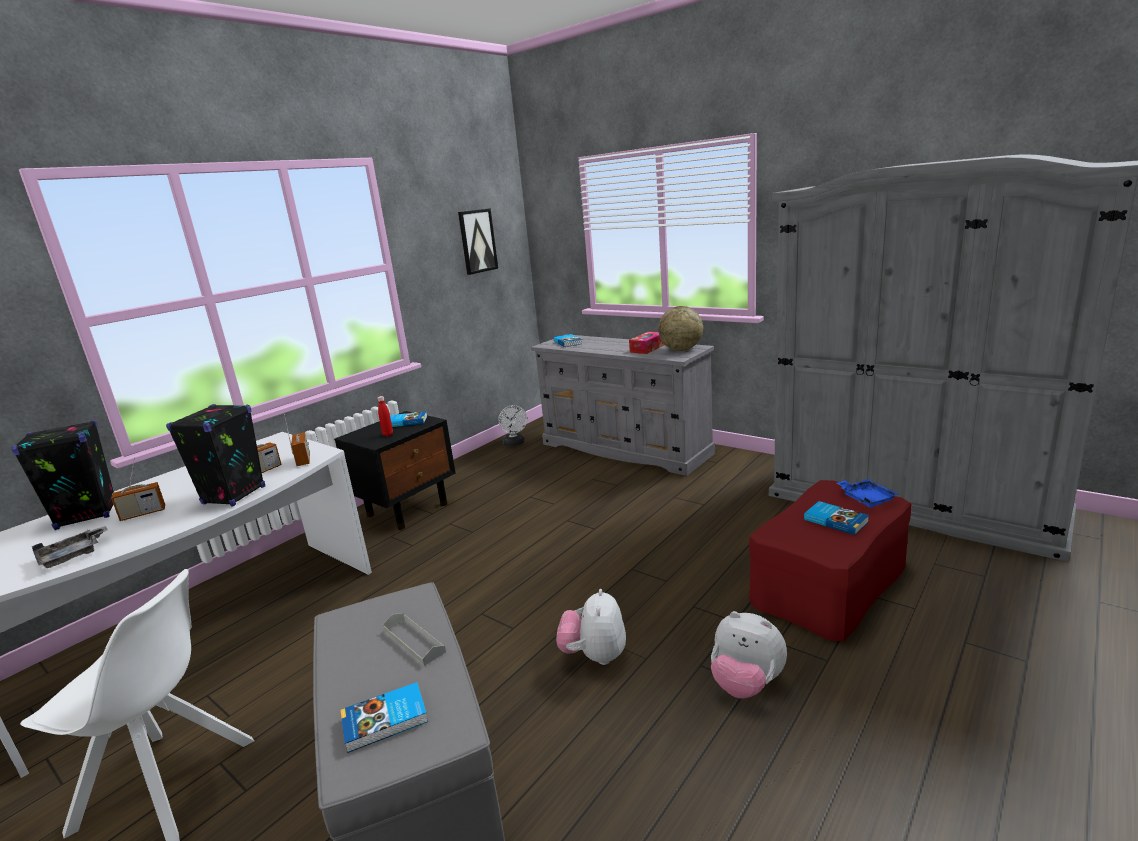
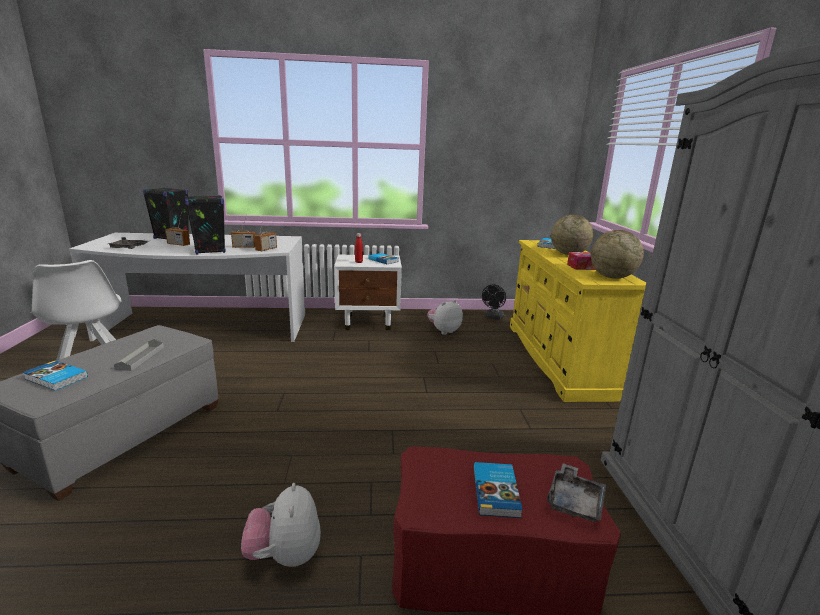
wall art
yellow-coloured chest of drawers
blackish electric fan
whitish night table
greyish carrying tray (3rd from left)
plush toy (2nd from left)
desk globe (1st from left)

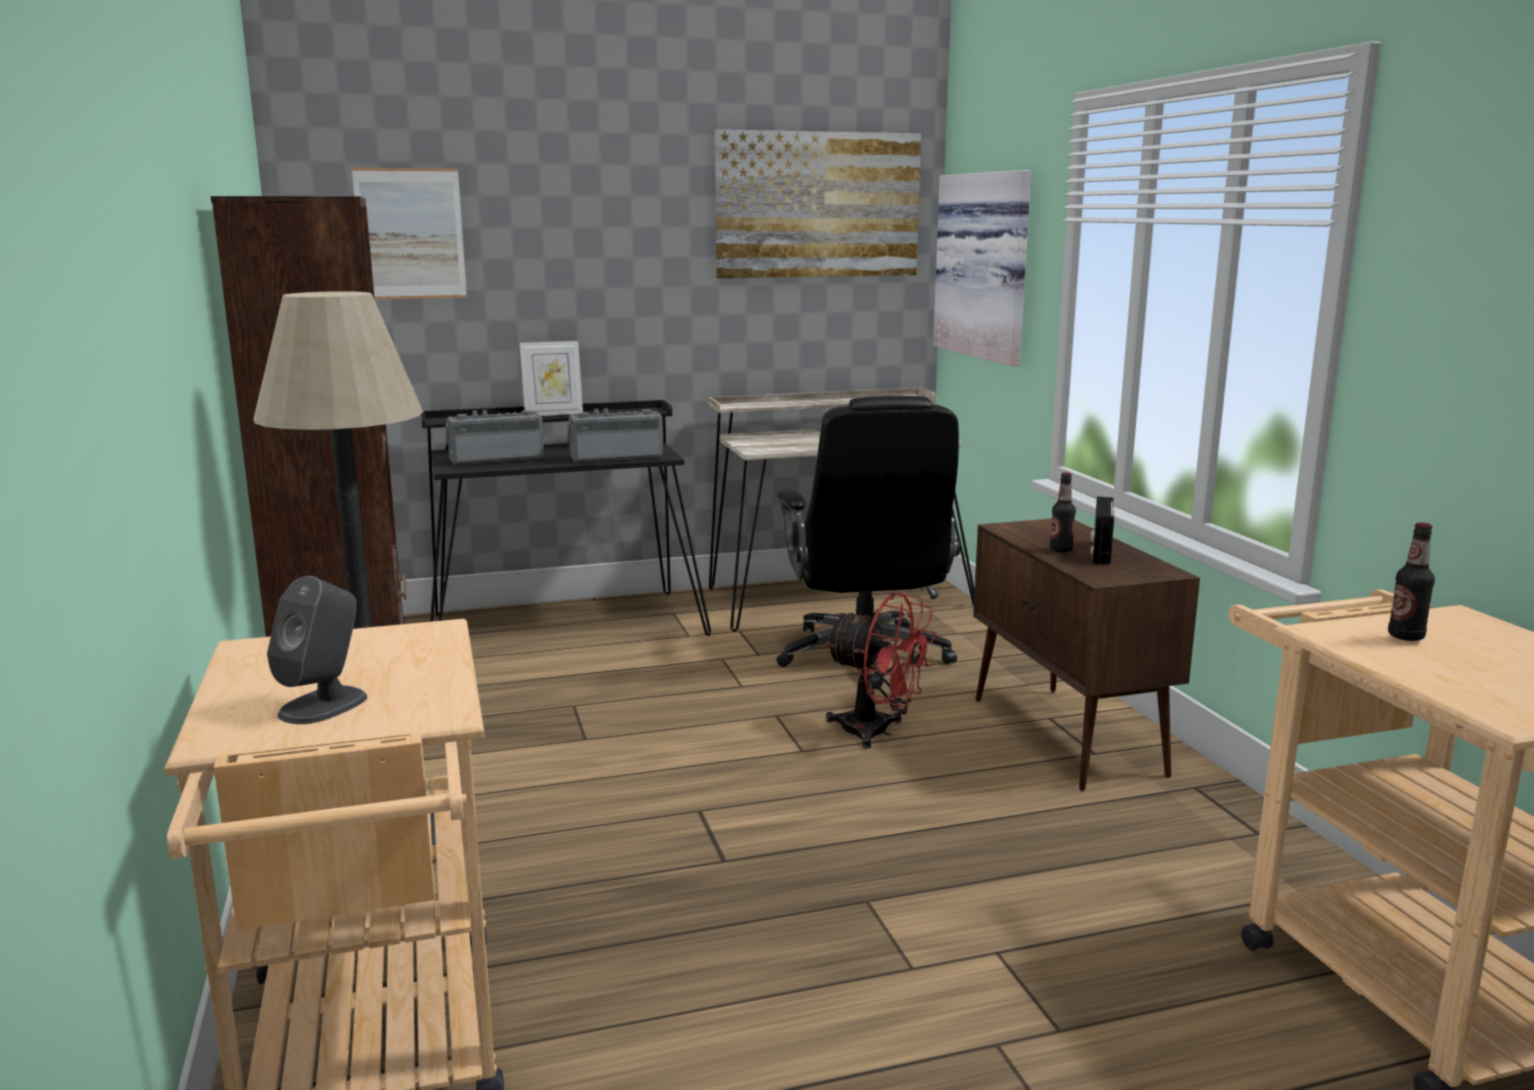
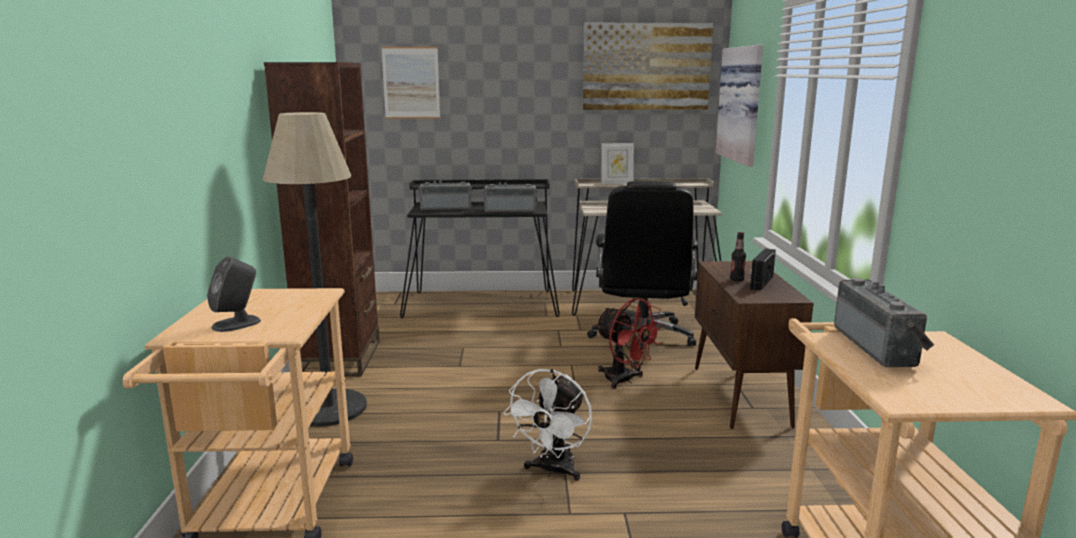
picture frame
radio receiver (4th from left)
whitish electric fan

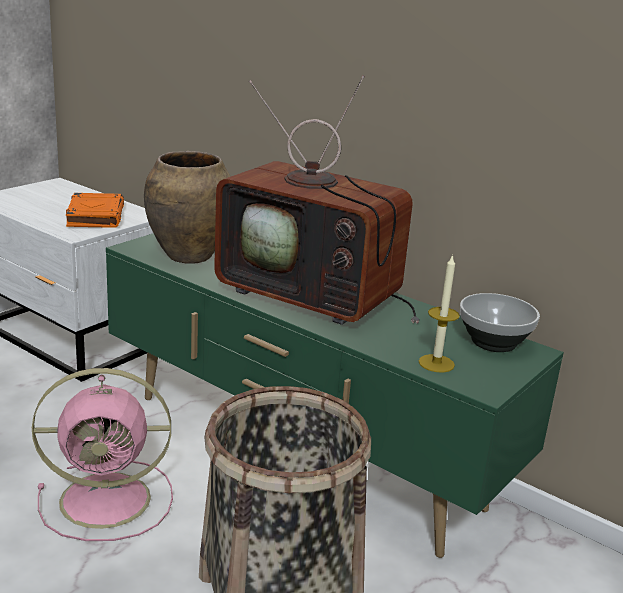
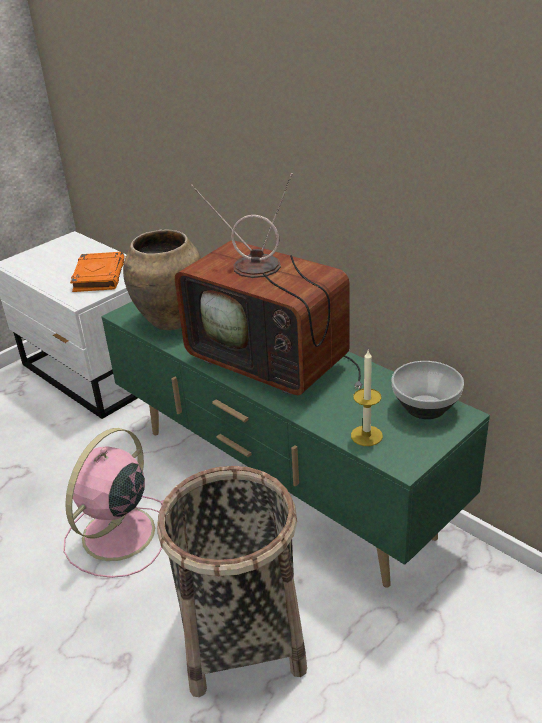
pink-coloured electric fan

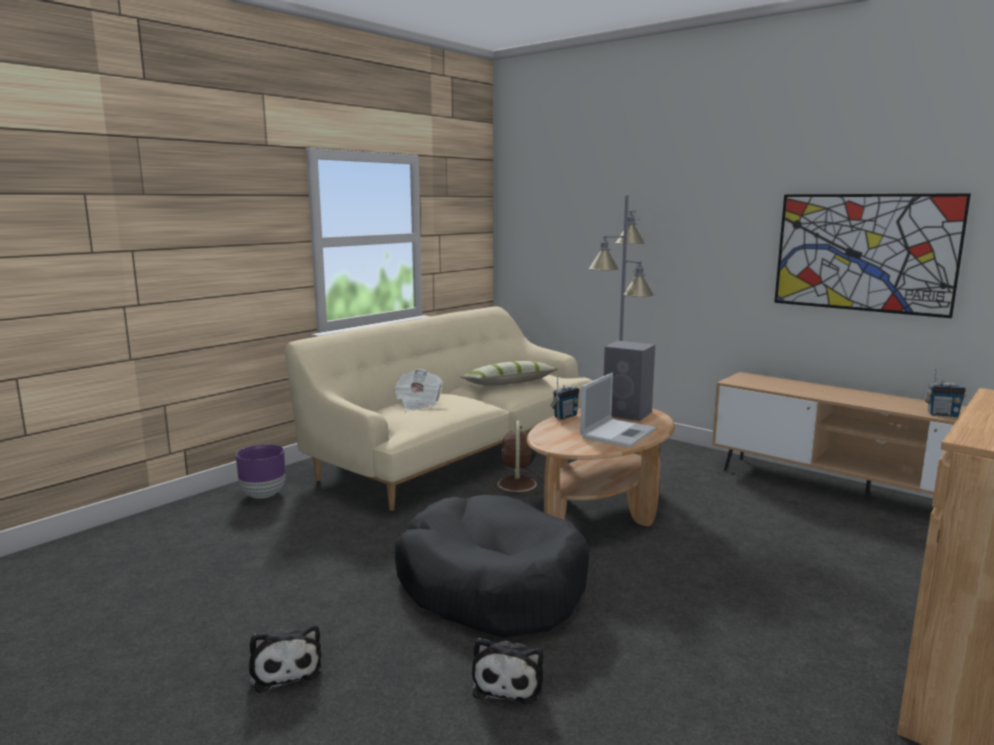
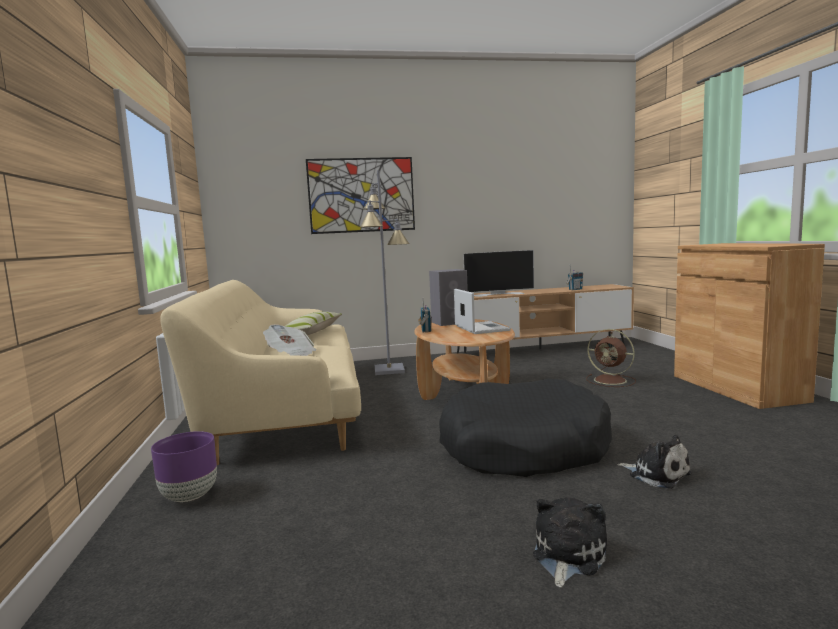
wall art
brown electric fan
plush toy (1st from left)
television

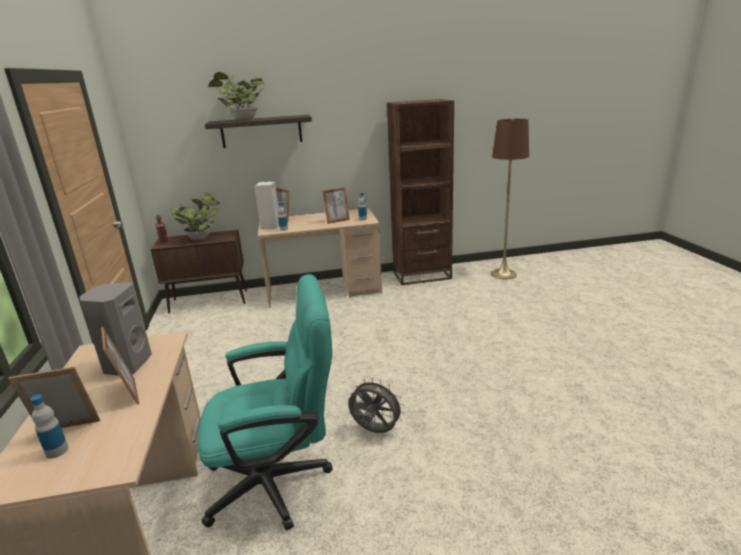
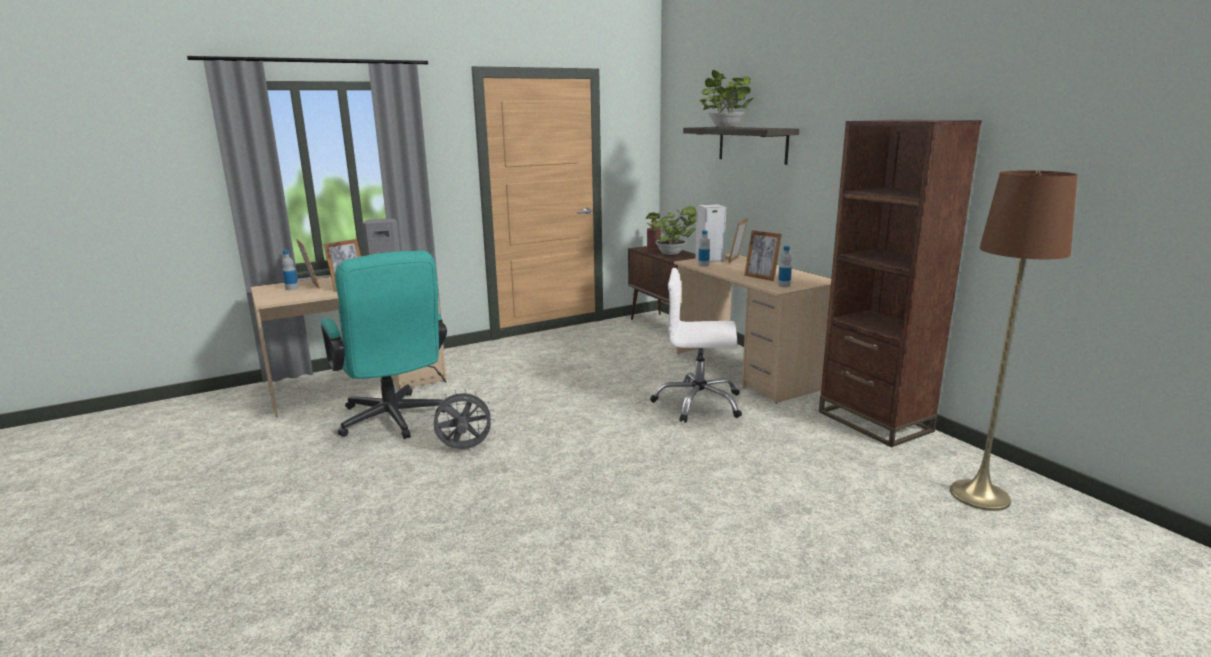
greyish electric fan
whitish office chair

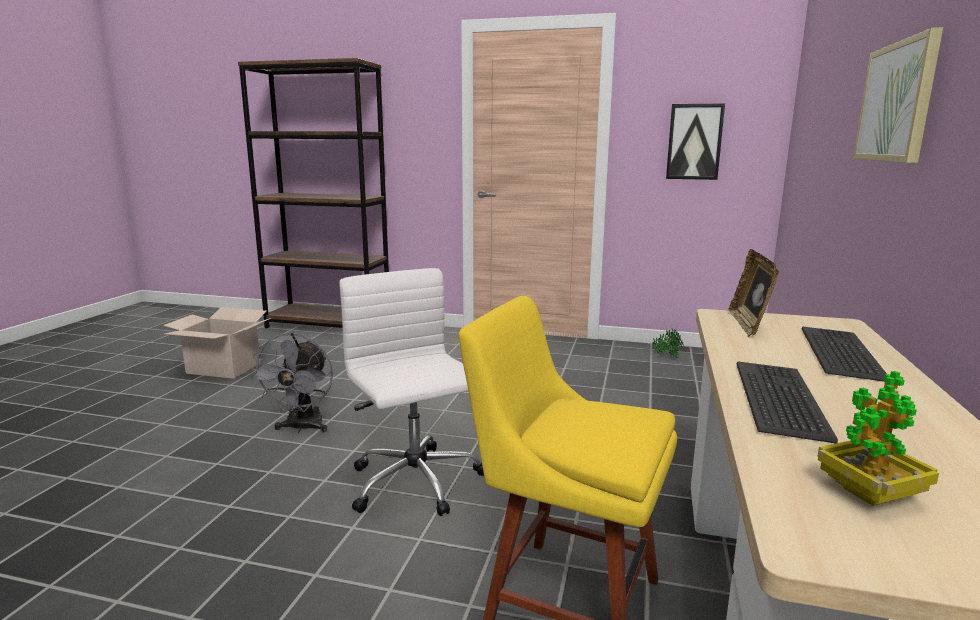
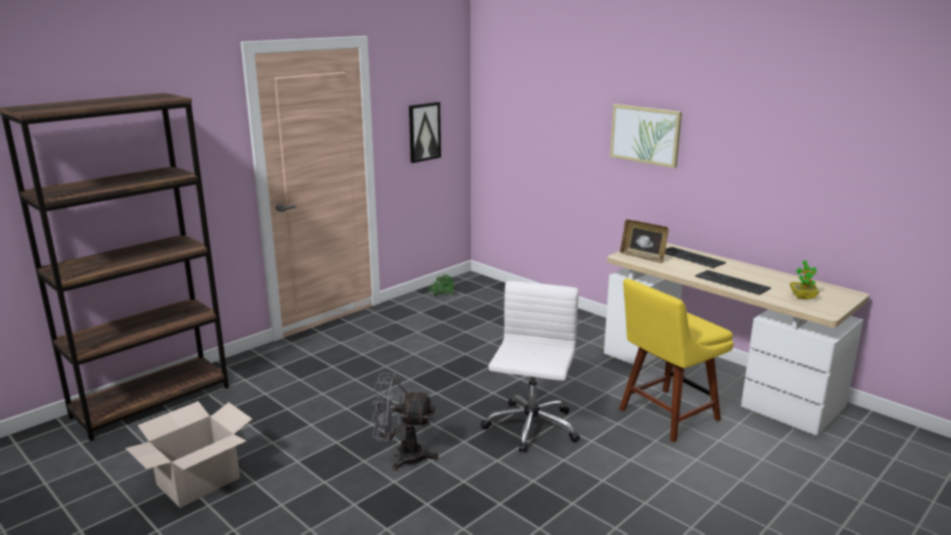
whitish office chair
greyish electric fan

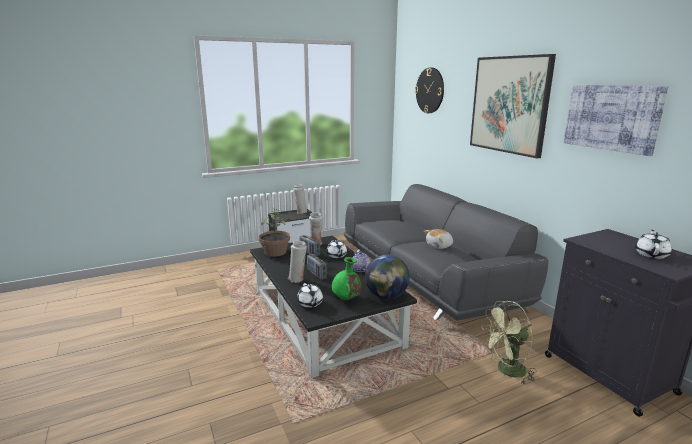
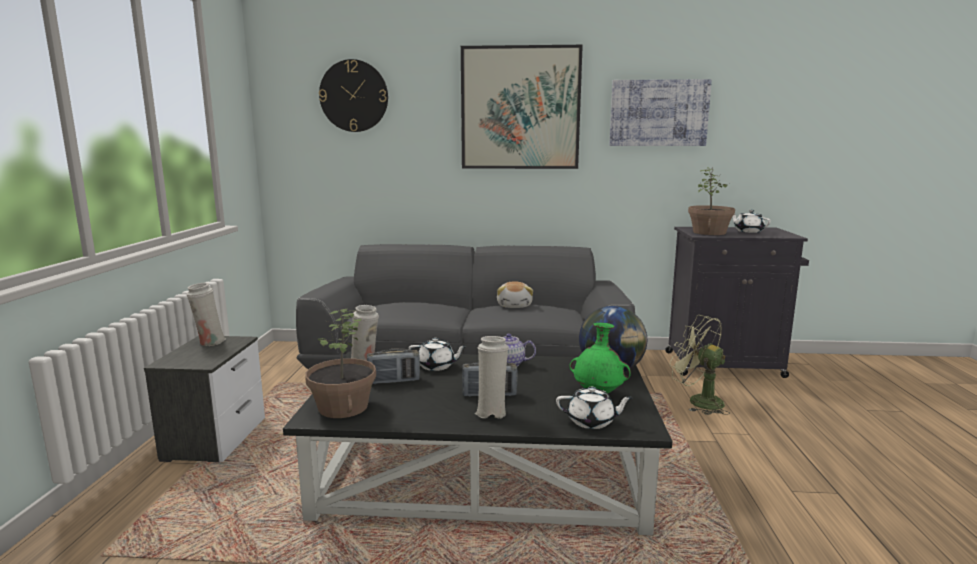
green-coloured electric fan
potted plant (2nd from left)

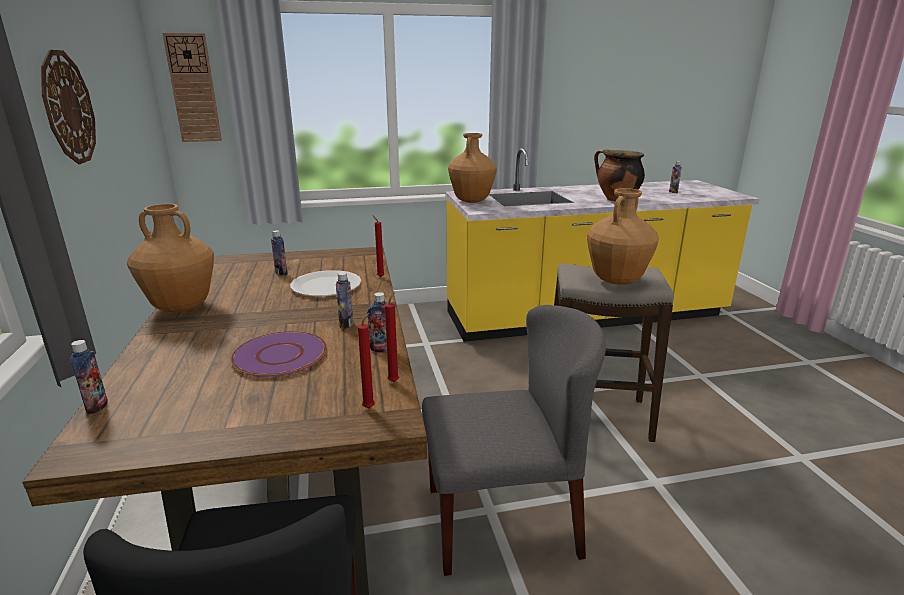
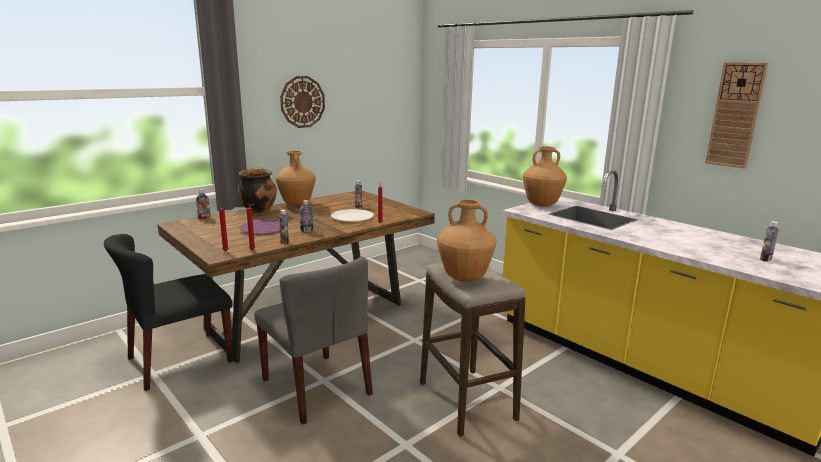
clock on the wall (2nd from left)
cooking pot

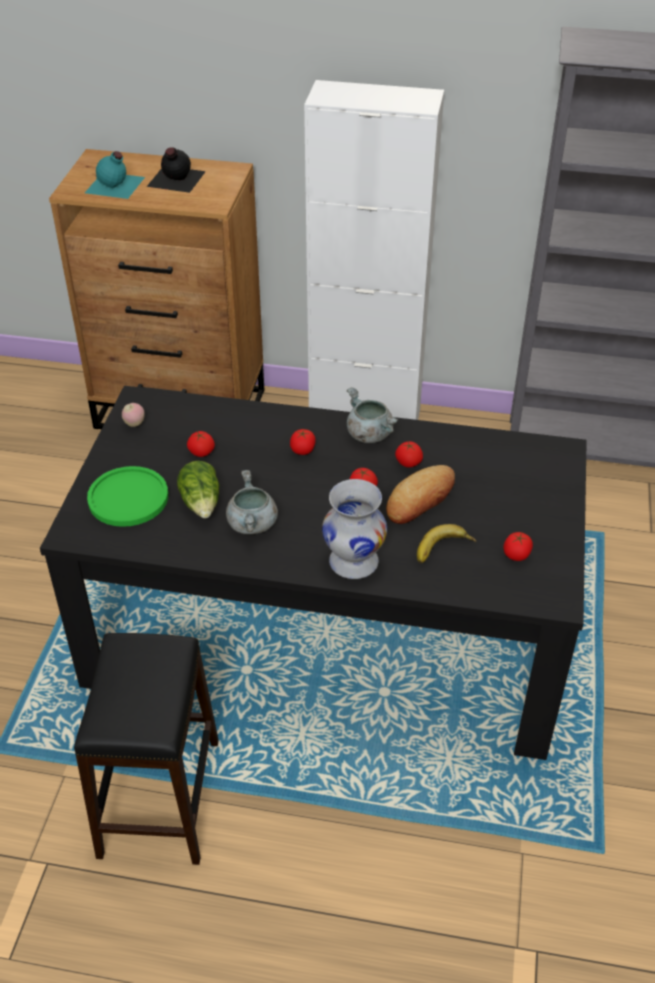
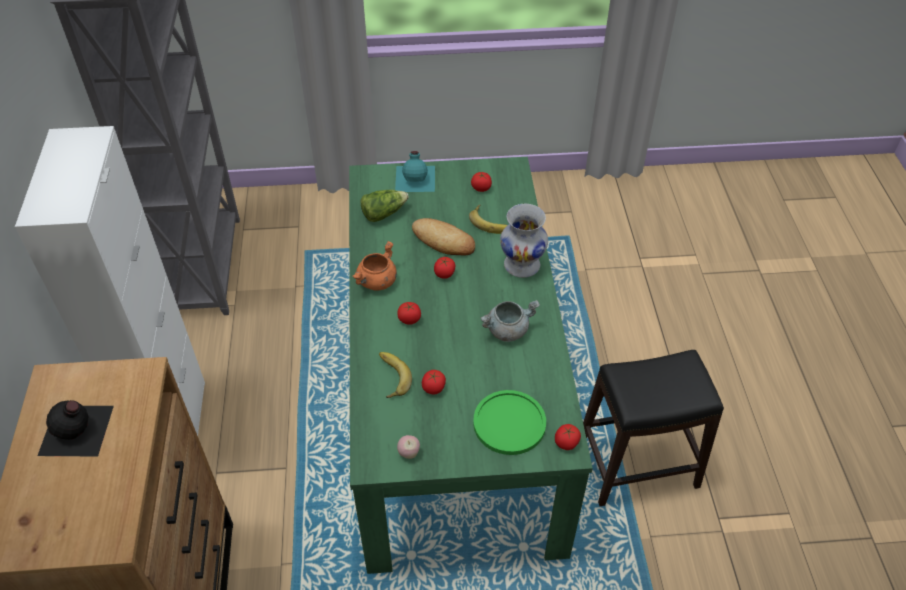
turquoise bottle
green-coloured dinner table
orange-coloured cooking pot
tomato (5th from left)
head of lettuce
whole banana (1st from left)

